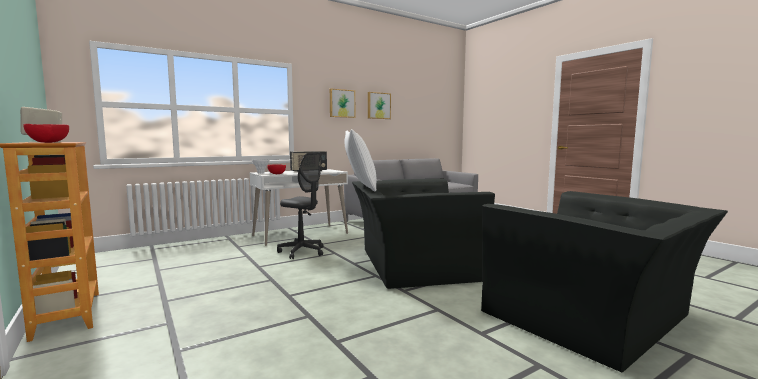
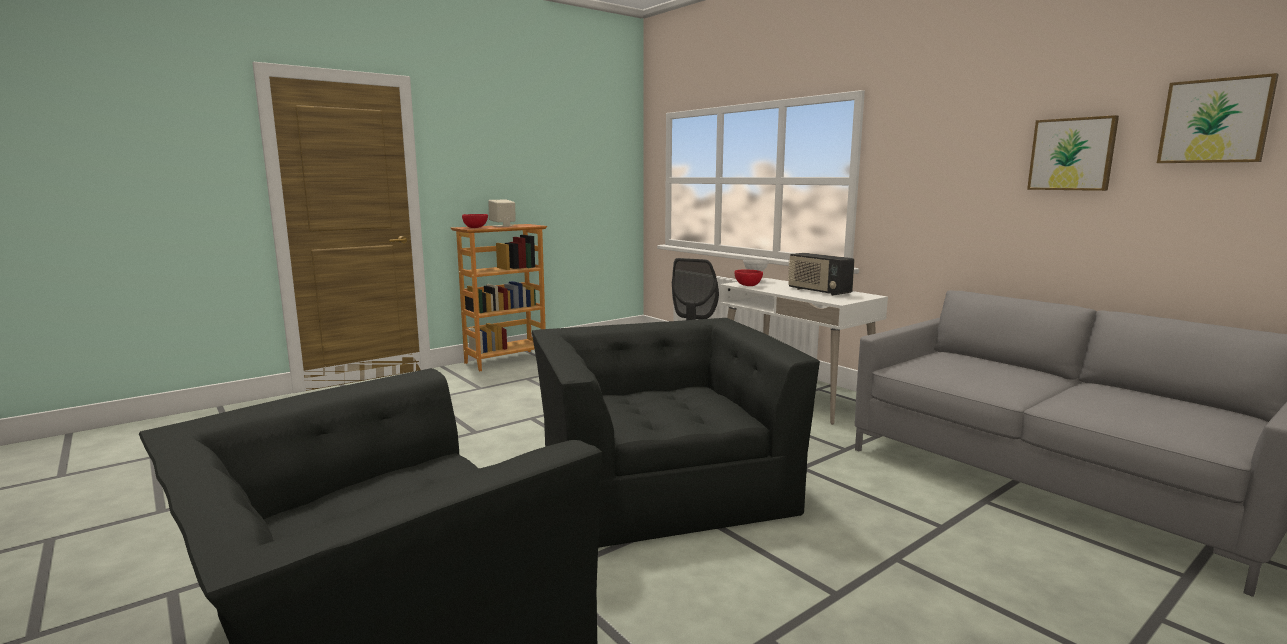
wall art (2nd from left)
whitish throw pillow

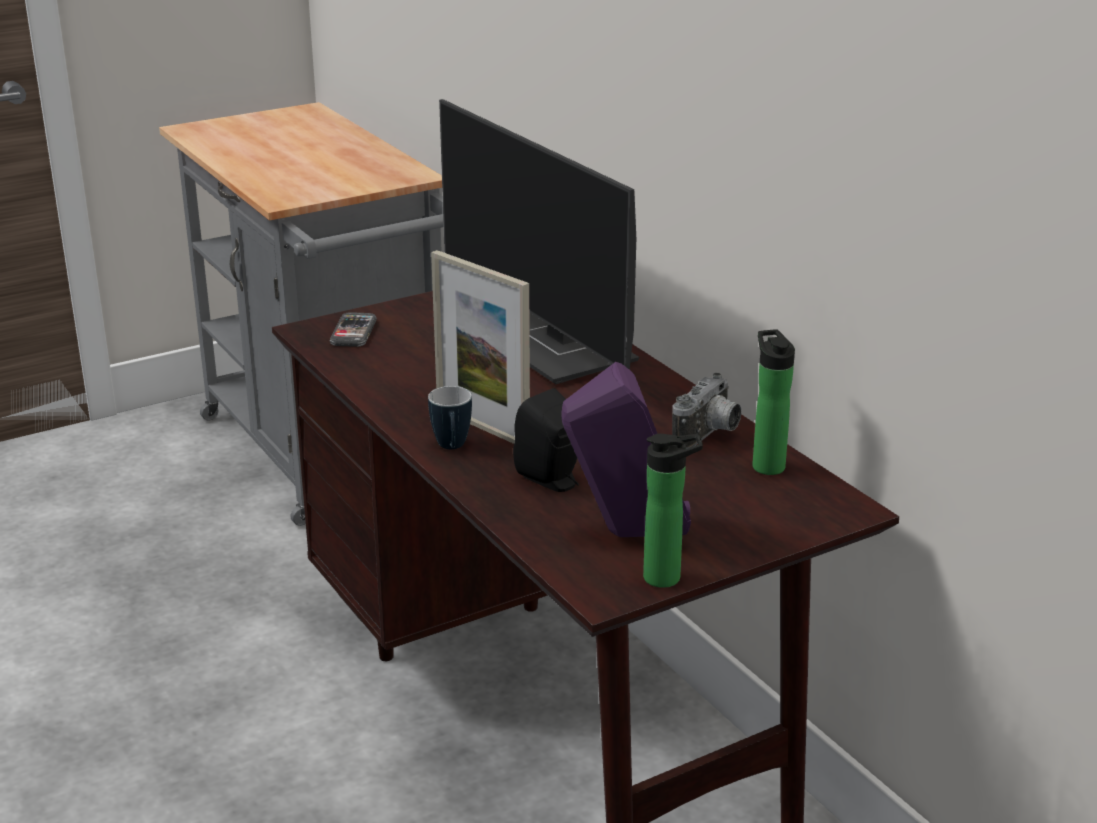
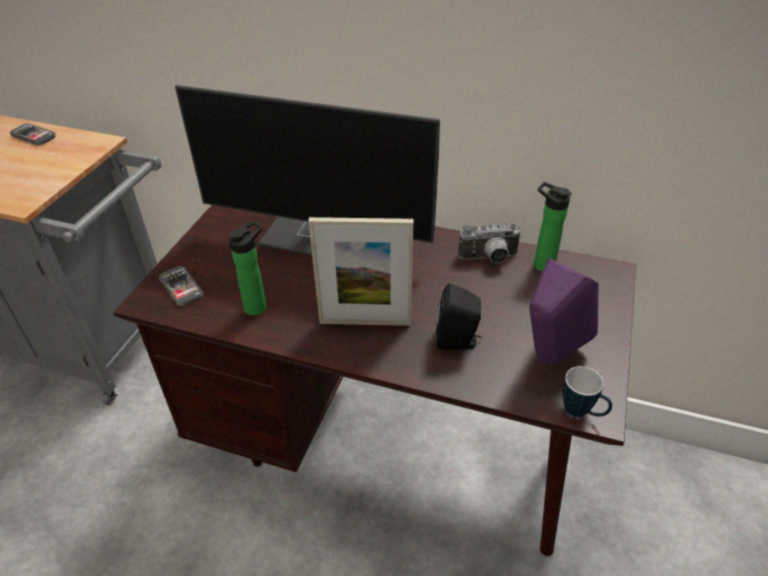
still camera
tea mug
bottle (1st from left)
handset (1st from left)

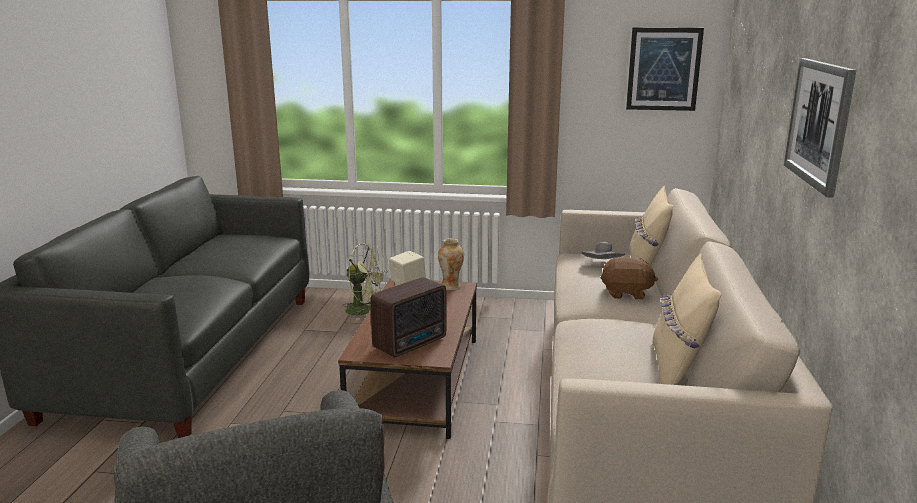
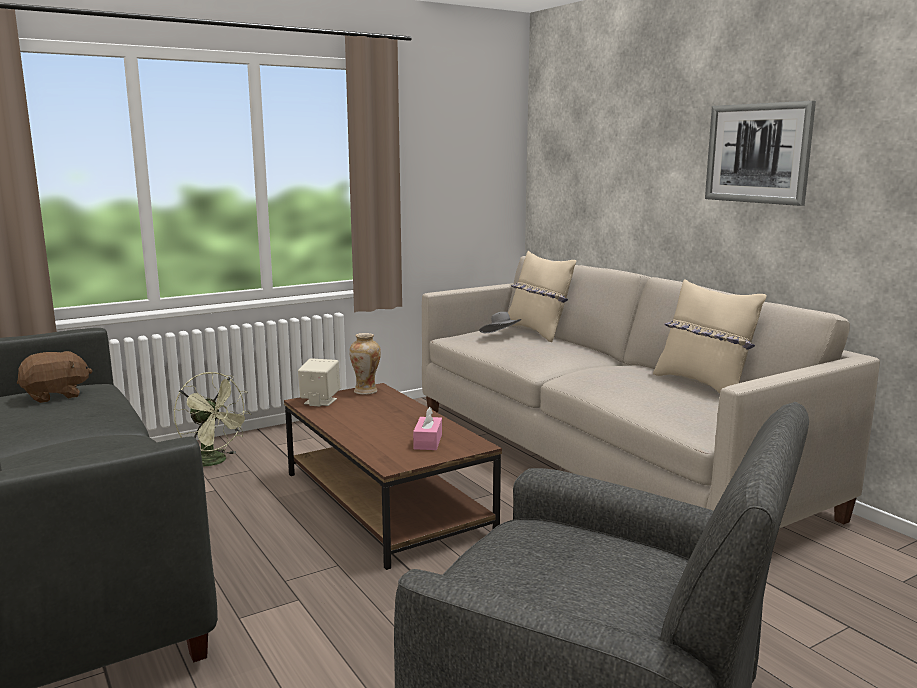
wall art (1st from left in the first image)
green-coloured electric fan
brown plush toy
pink-coloured tissue holder

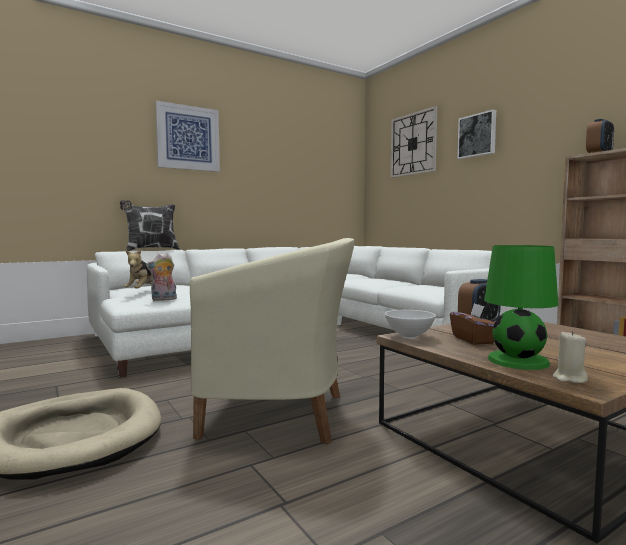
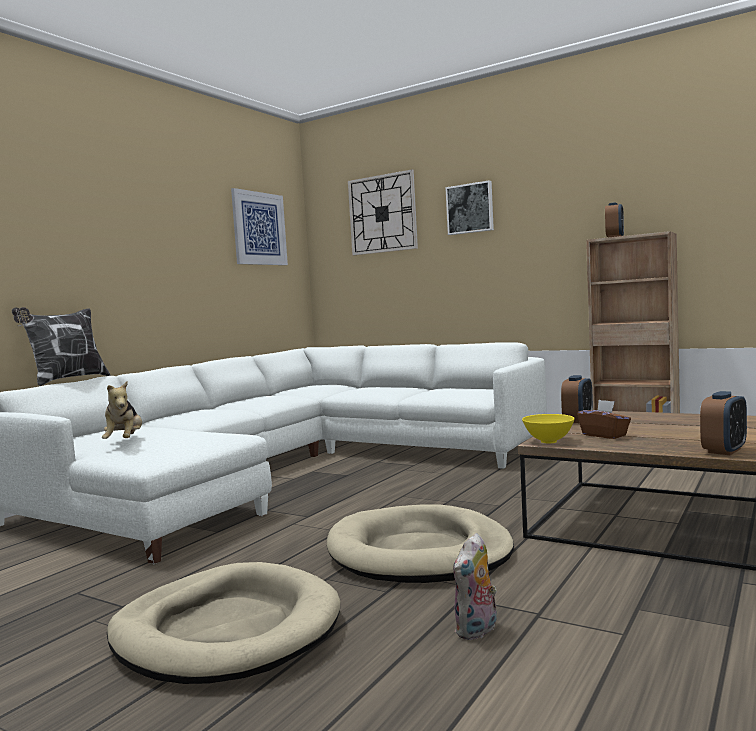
wall art (1st from left)
beige-coloured dog bed (2nd from left)
green-coloured tabletop lamp
plush toy (2nd from left)
yellow-coloured deep dish
table clock (3rd from left)

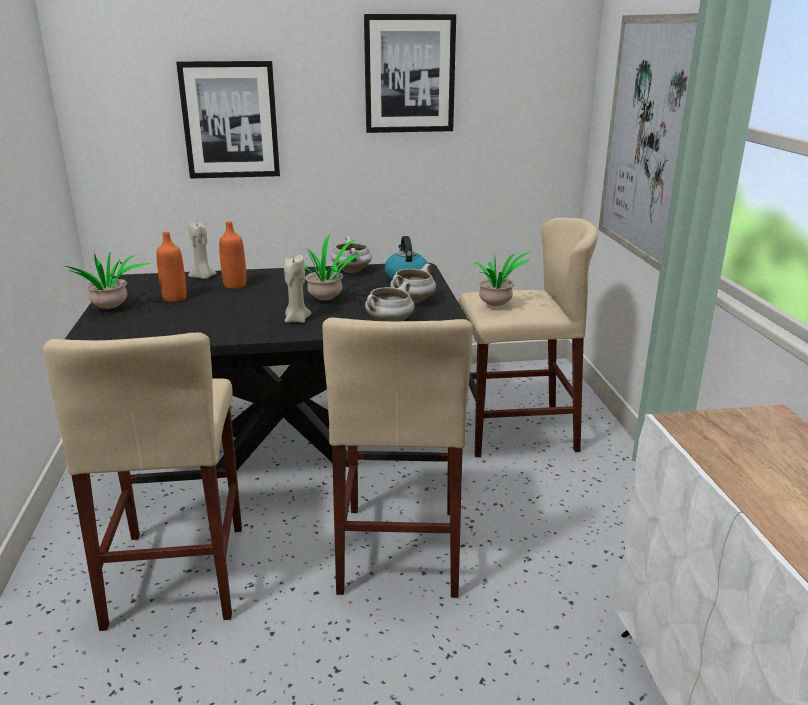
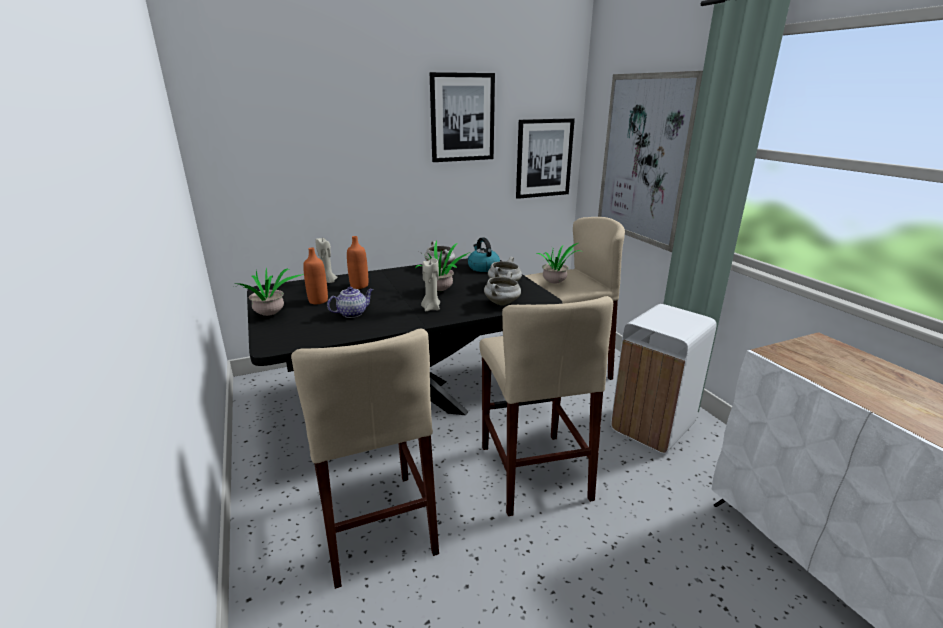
wall art (2nd from left)
teapot
whitish waste bin

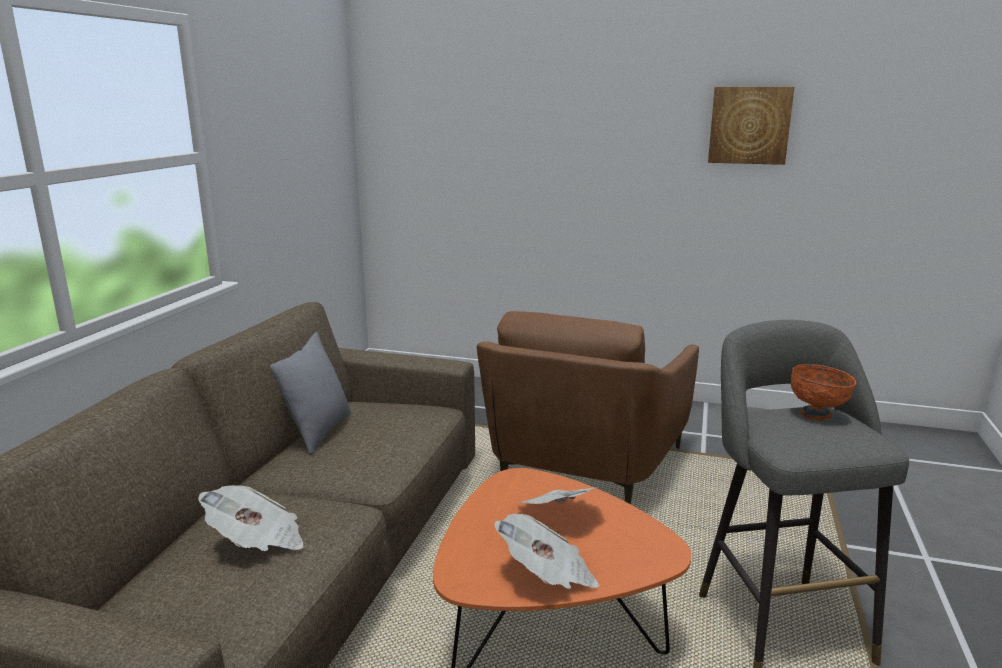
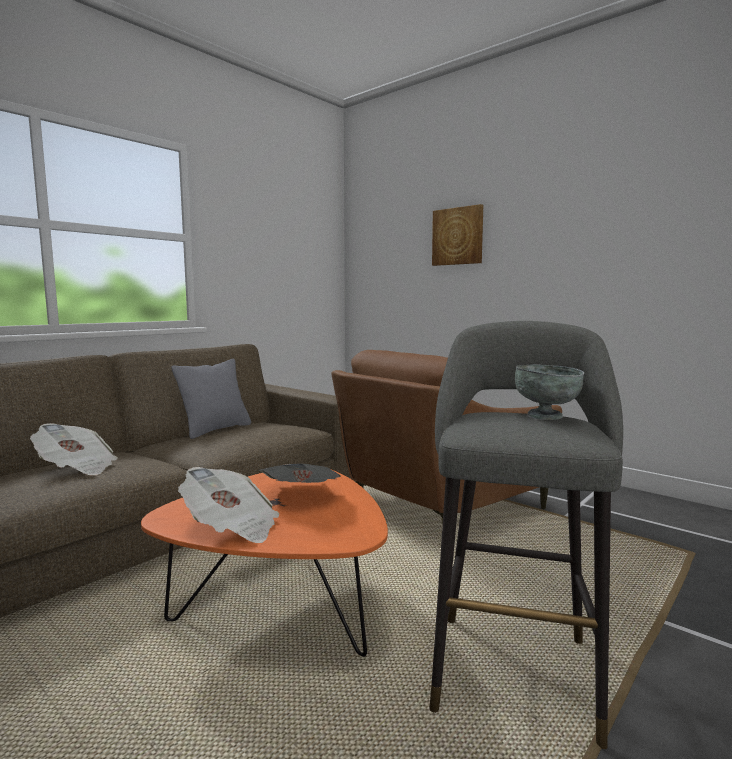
wall art
greyish deep dish

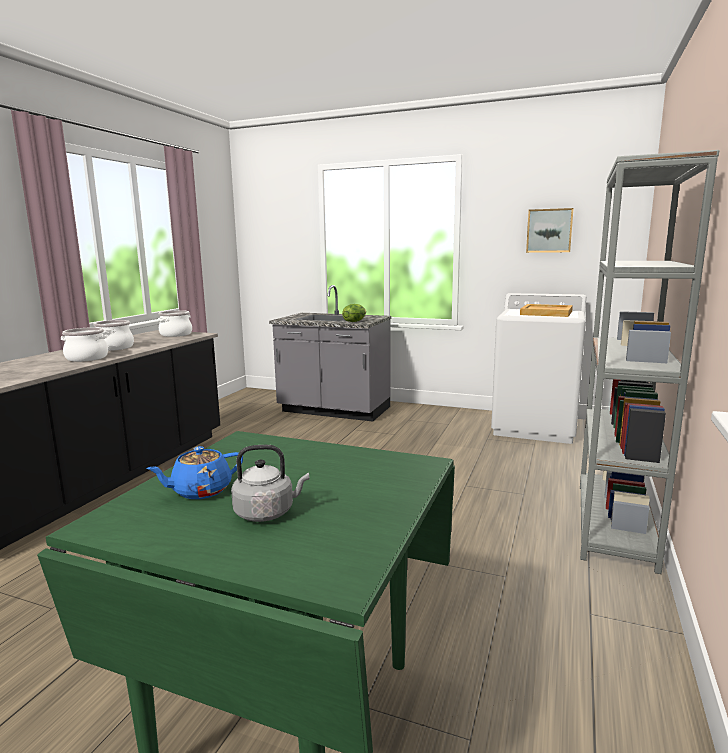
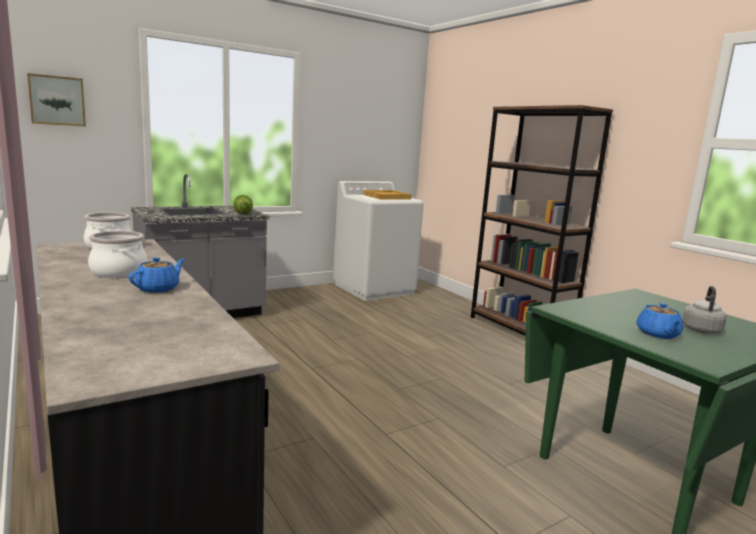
brown bookcase
wall art
blue-coloured teapot (1st from left)

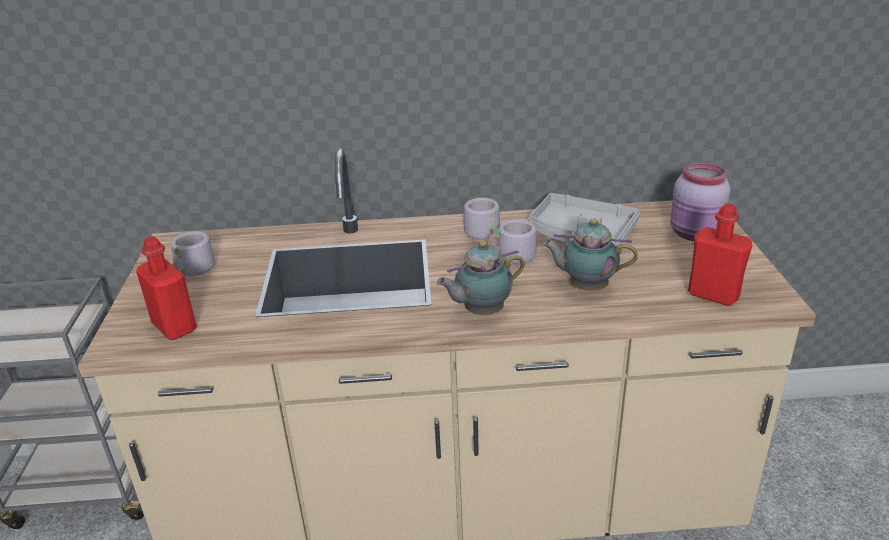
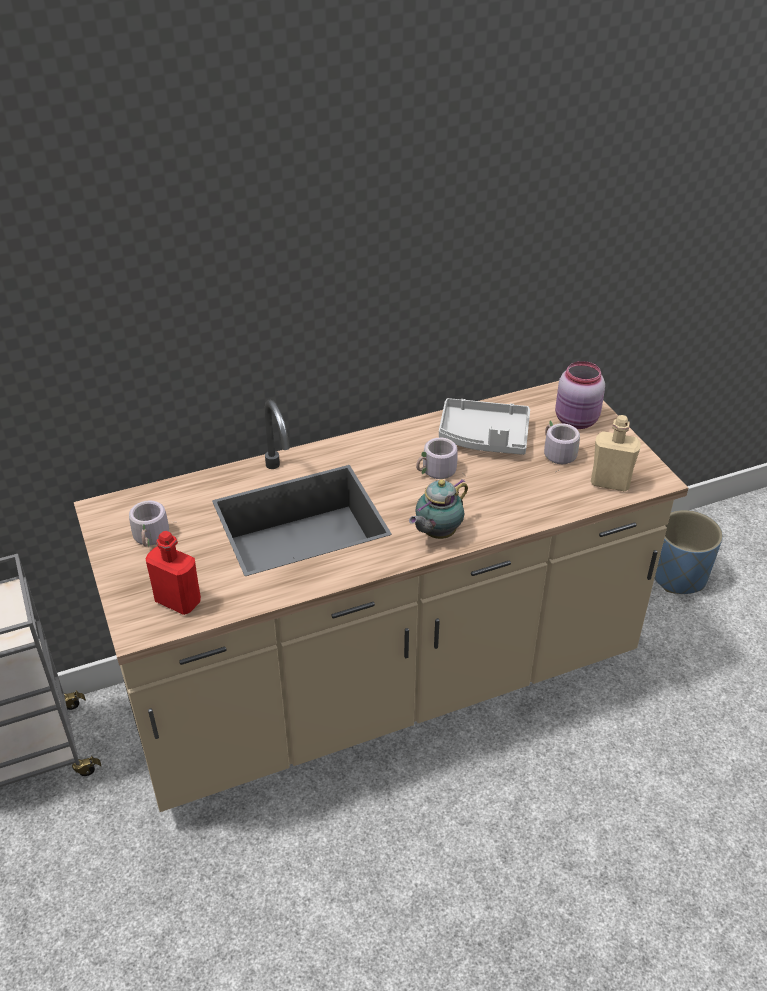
greyish tea mug (3rd from left)
beige-coloured bottle
teapot (2nd from left in the first image)
blue-coloured planter

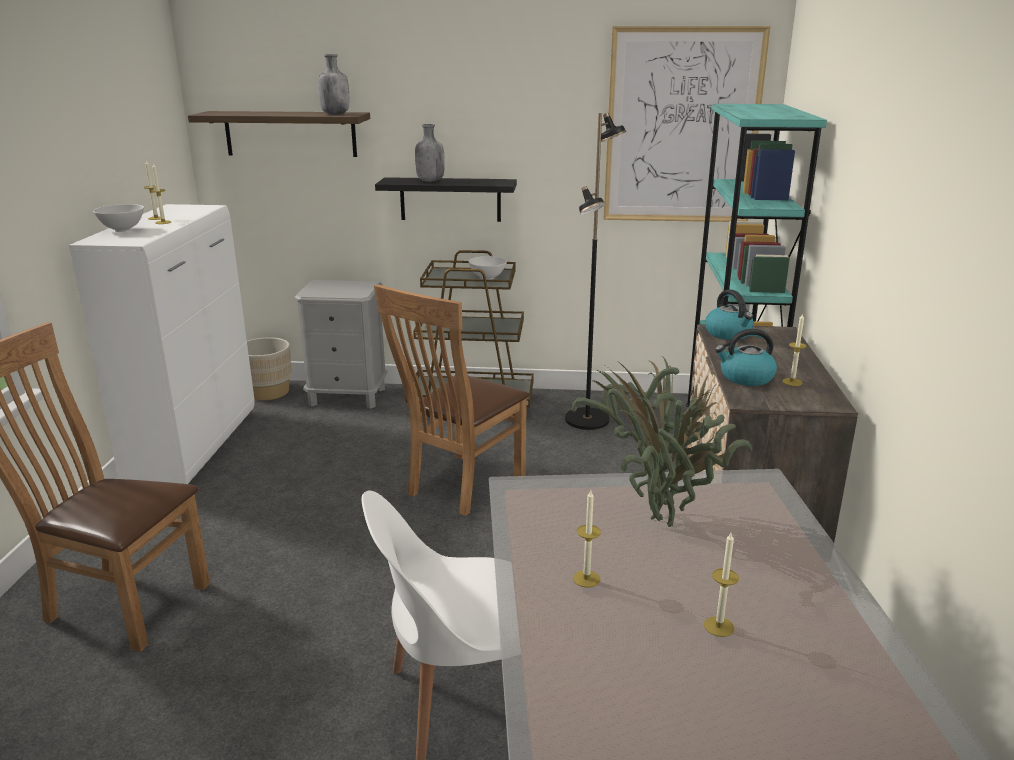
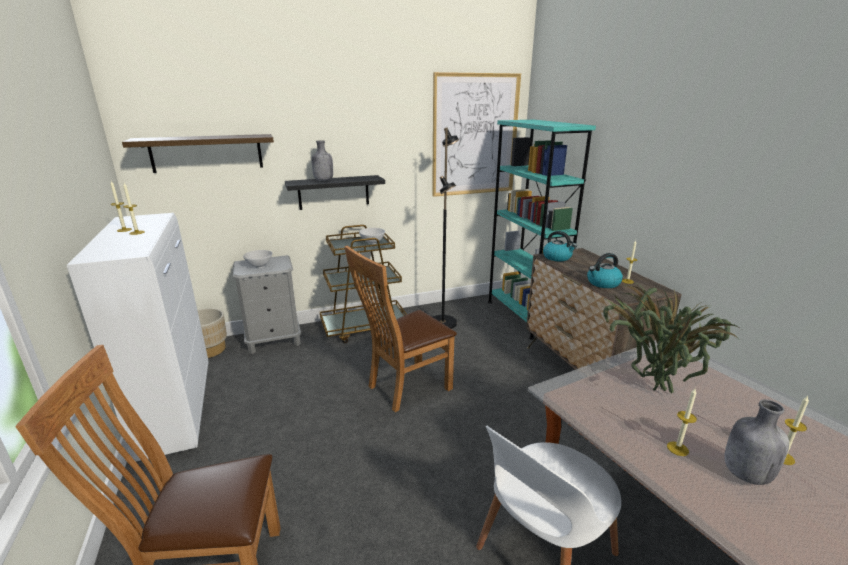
greyish bottle (2nd from left)
whitish deep dish (1st from left)
brown chair (2nd from left)

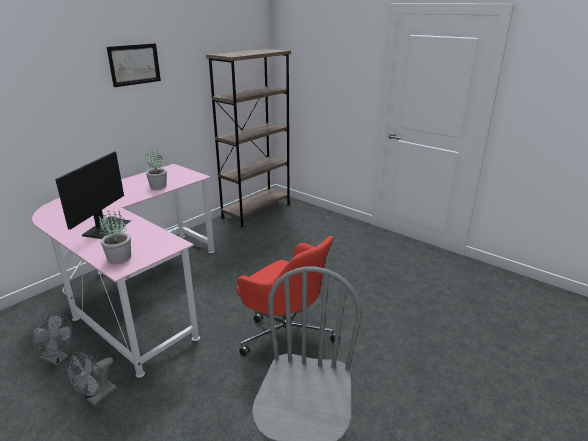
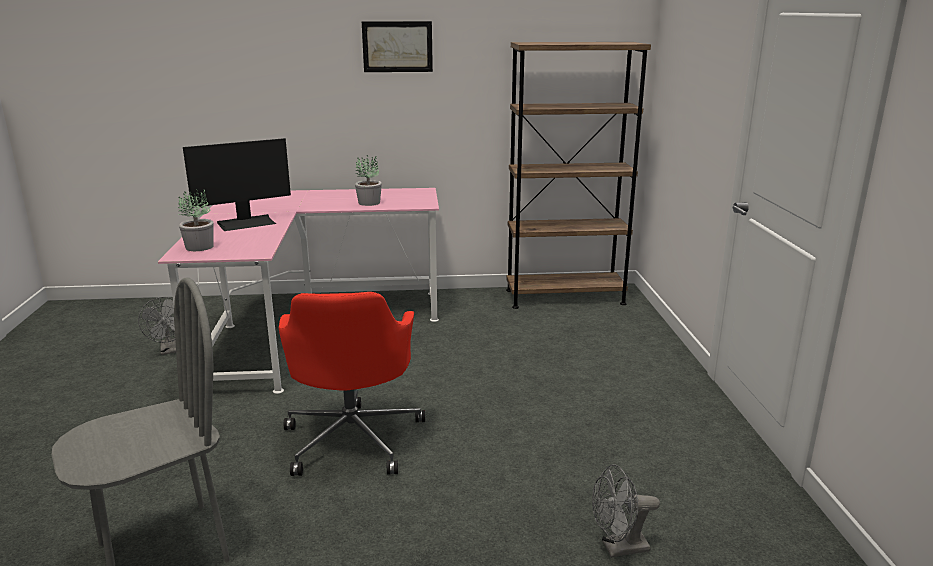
greyish electric fan (2nd from left)

